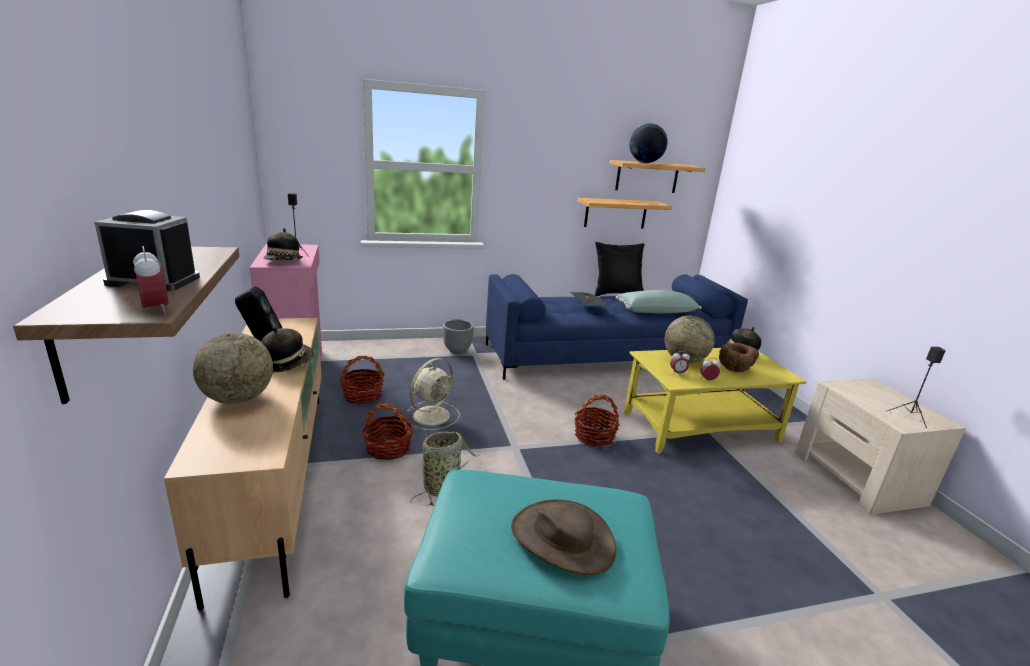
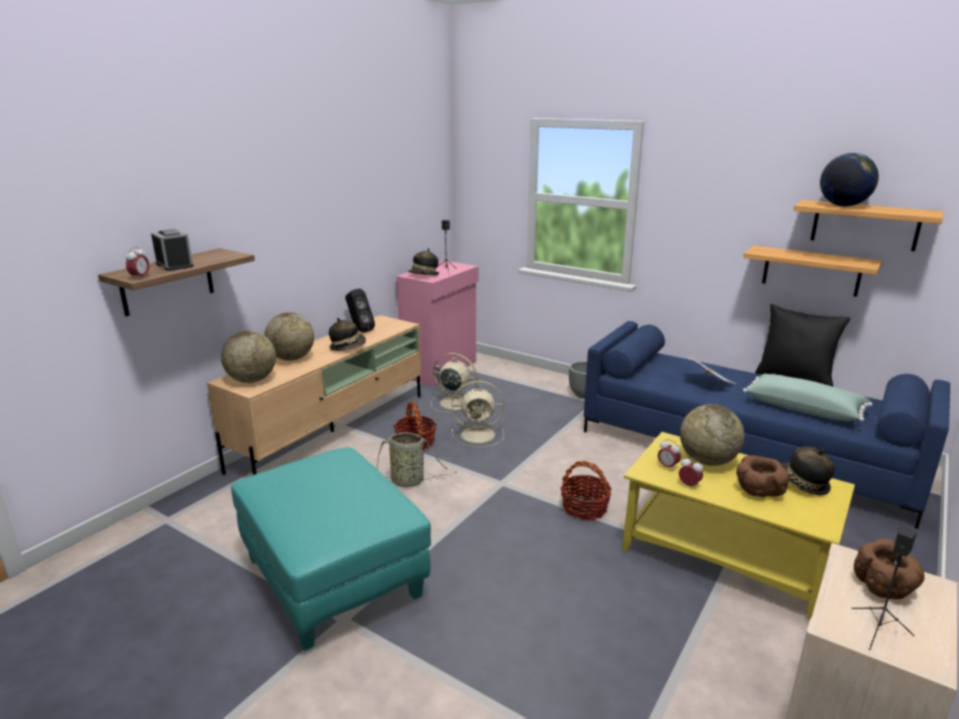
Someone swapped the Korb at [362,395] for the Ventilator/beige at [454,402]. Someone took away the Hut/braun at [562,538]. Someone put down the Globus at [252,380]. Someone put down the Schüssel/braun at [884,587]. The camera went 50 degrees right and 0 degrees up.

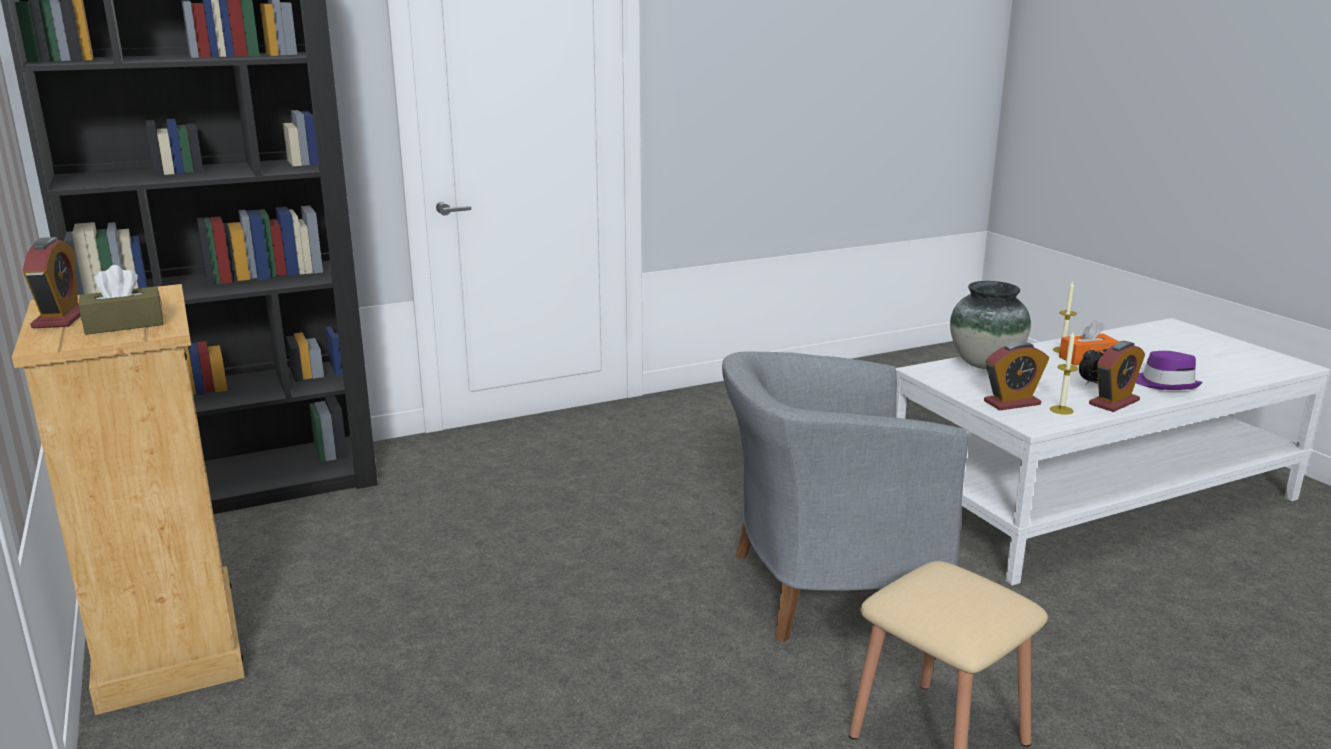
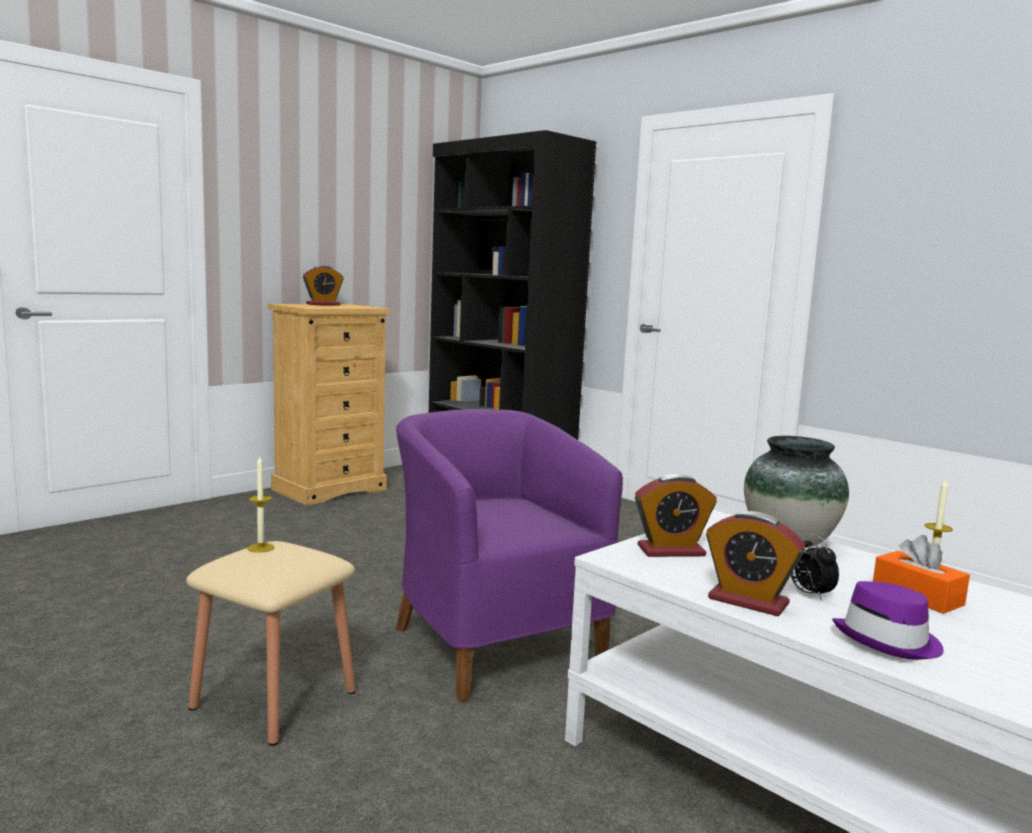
Someone took away the Taschentuchbox/braun at [124,324]. Someone carried the Kerze from [1061,410] to [261,548]. Someone rotated the Wecker at [1012,403] by 60 degrees counterclockwise. Someone repainted the Sessel/grau at [825,587], which became the Sessel/lila at [492,641]. The camera went 70 degrees right and 10 degrees down.

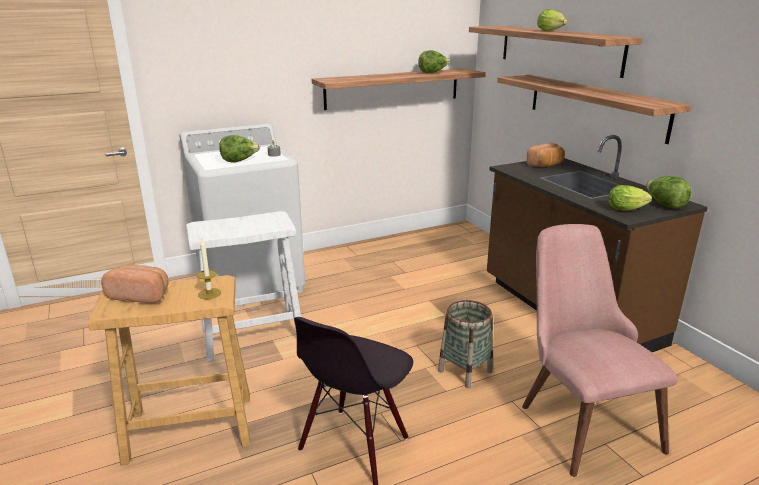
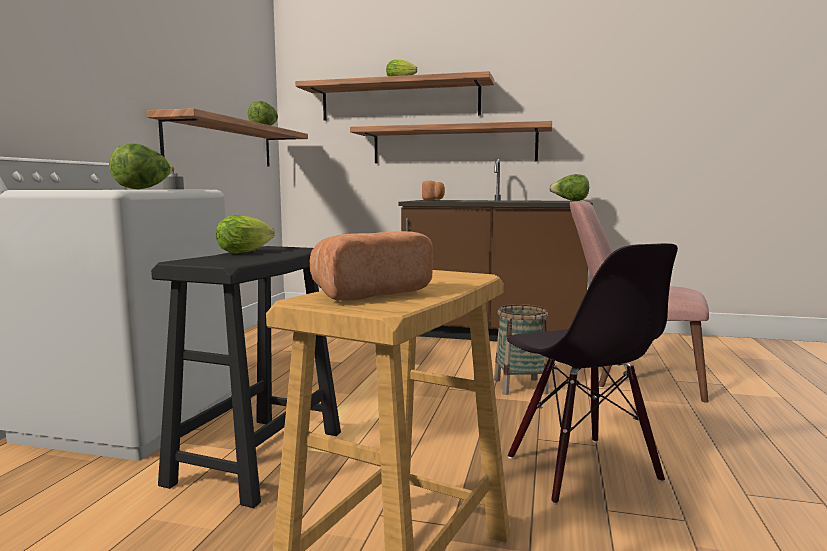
Someone carried the Salatkopf from [628,209] to [247,252]. Someone repainted the Hocker/weiß at [253,335], which became the Hocker/schwarz at [259,456]. Someone took away the Kerze at [209,293]. The camera went 50 degrees left and 15 degrees down.

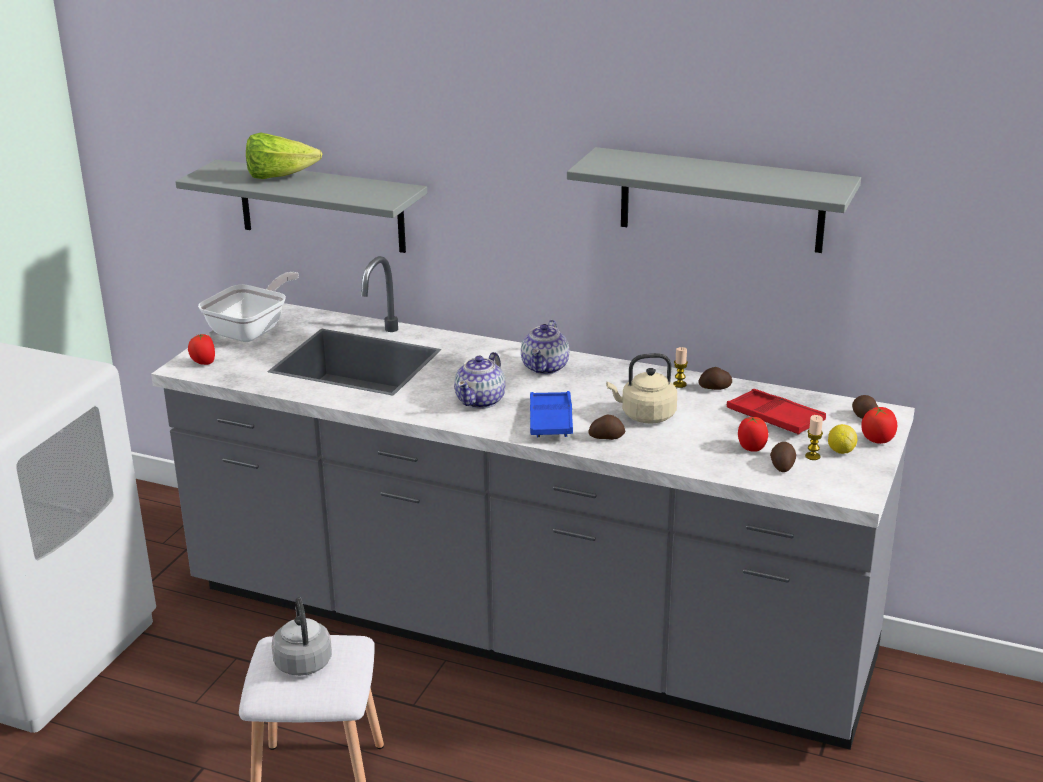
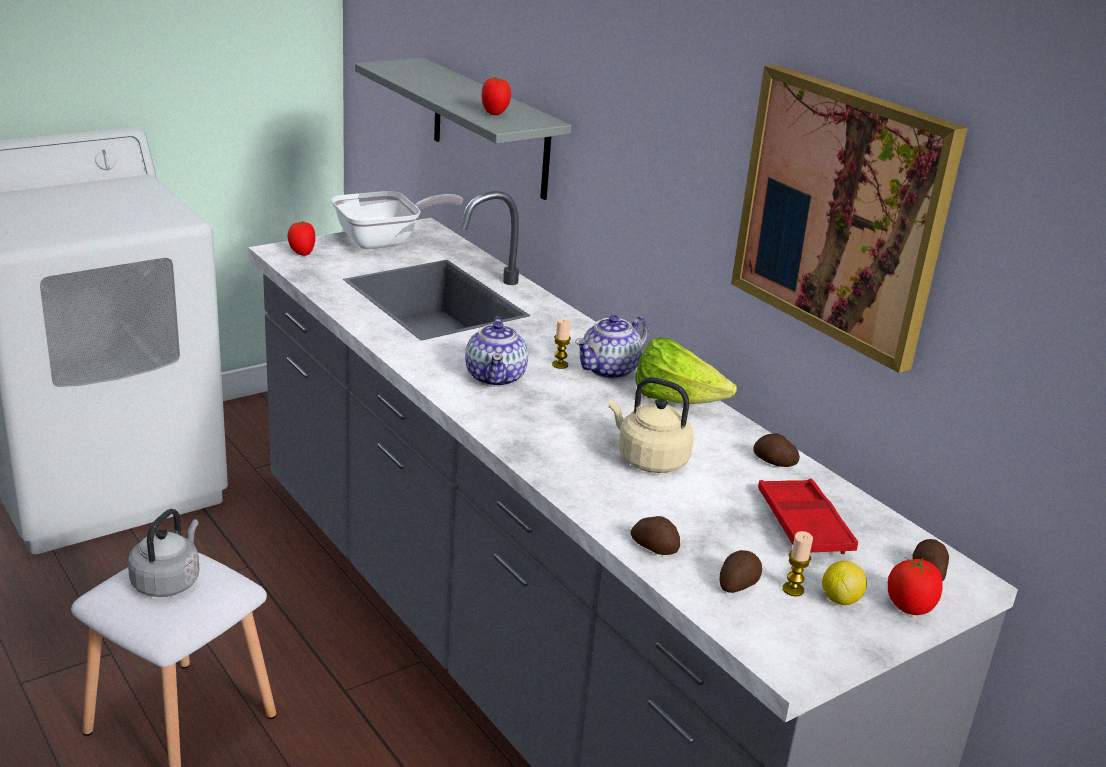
Someone carried the Salatkopf from [279,177] to [675,401]. Someone swapped the Wandregal/grau at [721,200] for the Bild at [842,213]. Someone carried the Kerze from [679,384] to [560,365]. Someone rotated the Teekanne at [481,401] by 60 degrees counterclockwise. Someone took away the Tablett/blau at [550,420]. Someone carried the Kartoffel from [606,437] to [654,547]. Someone carried the Tomate from [751,448] to [495,113]. The camera went 30 degrees right and 0 degrees up.

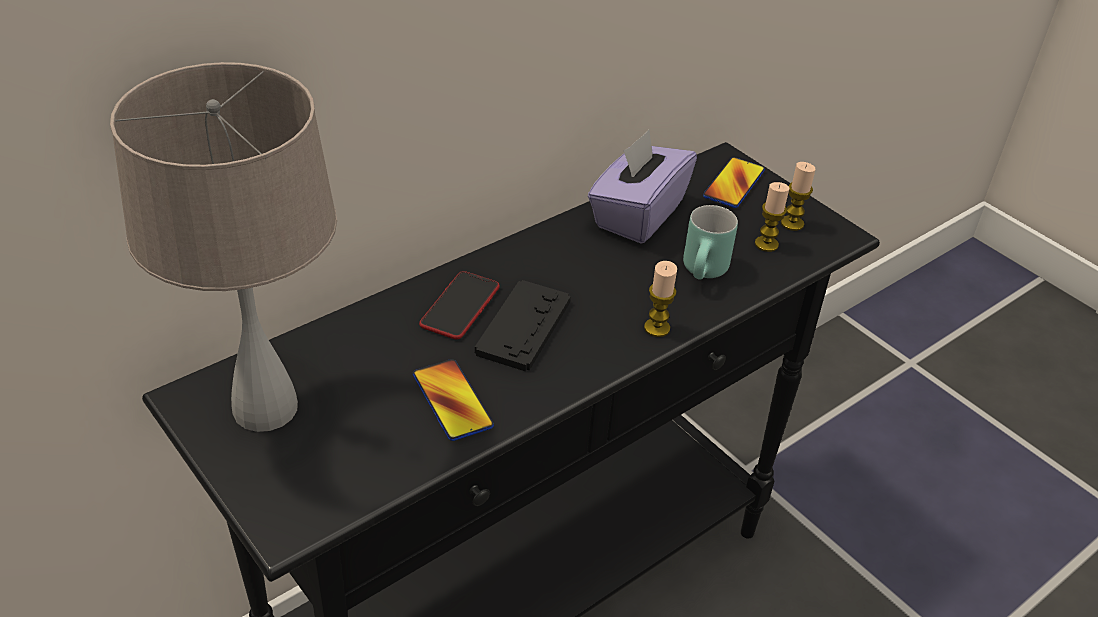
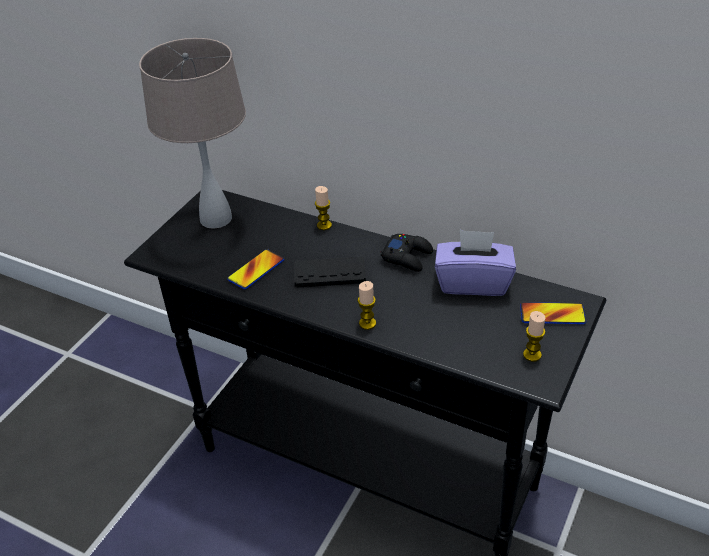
Someone carried the Kerze from [766,244] to [324,225]. Someone took away the Henkelbecher/türkis at [706,274]. Someone took away the Handy at [460,306]. Someone put down the Gamepad/schwarz at [407,257]. The camera went 70 degrees right and 0 degrees up.

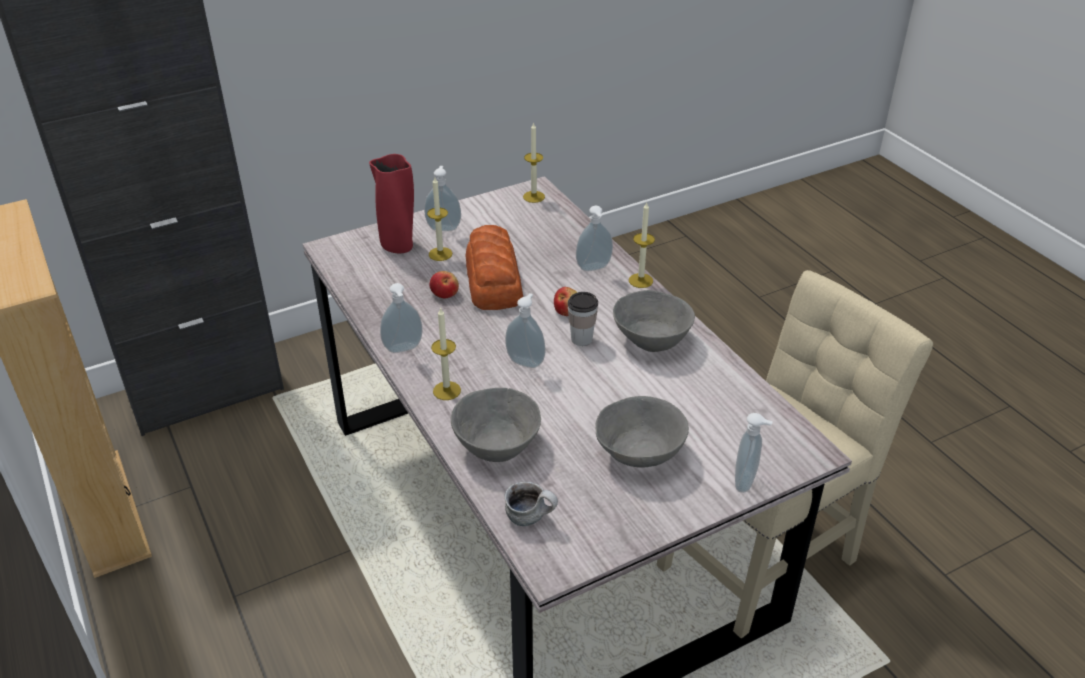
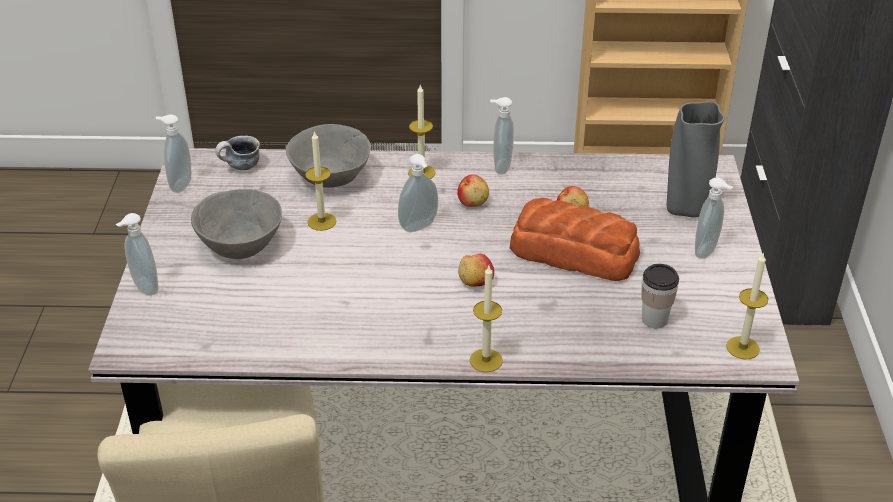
Someone repainted the Vase/rot at [399,246], which became the Vase/grau at [685,210]. Someone carried the Kerze from [440,254] to [321,221]. Someone carried the Seifenspender from [594,268] to [179,185]. Someone took away the Schüssel/grau at [652,339]. Someone carried the Tasse from [581,339] to [654,320]. Someone put down the Apfel at [473,202]. The camera went 120 degrees right and 0 degrees up.

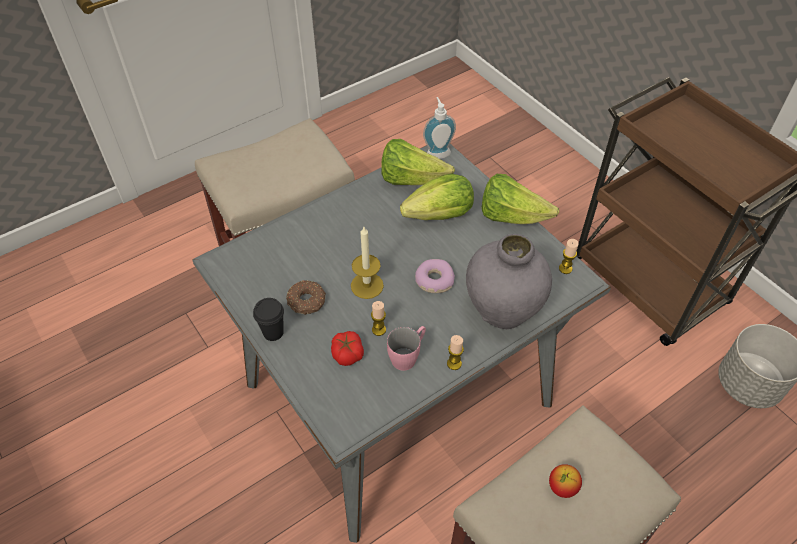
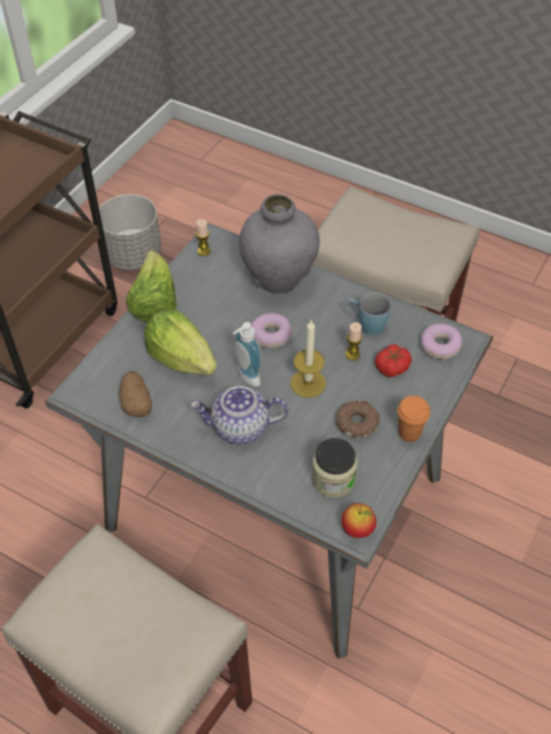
Someone carried the Seifenspender from [437,153] to [245,378]. Someone swapped the Salatkopf at [411,179] for the Kartoffel at [136,402]. Someone repainted the Tasse/schwarz at [273,332], which became the Tasse/orange at [409,433]. Someone repainted the Henkelbecher/rosa at [408,356], which became the Henkelbecher/blau at [366,325]. Someone took away the Kerze at [454,363]. Someone carried the Apfel from [562,487] to [357,529]. Someone put down the Donut at [440,346]. Someone put down the Teekanne at [240,428]. Someone put down the Vorratsglas at [333,480]. The camera went 115 degrees left and 0 degrees up.

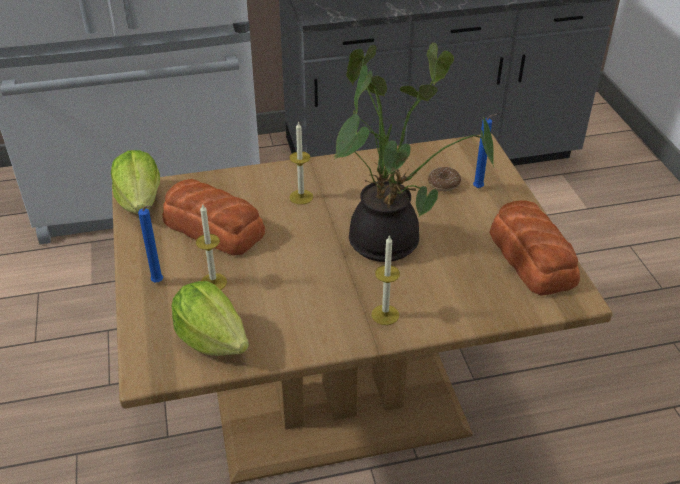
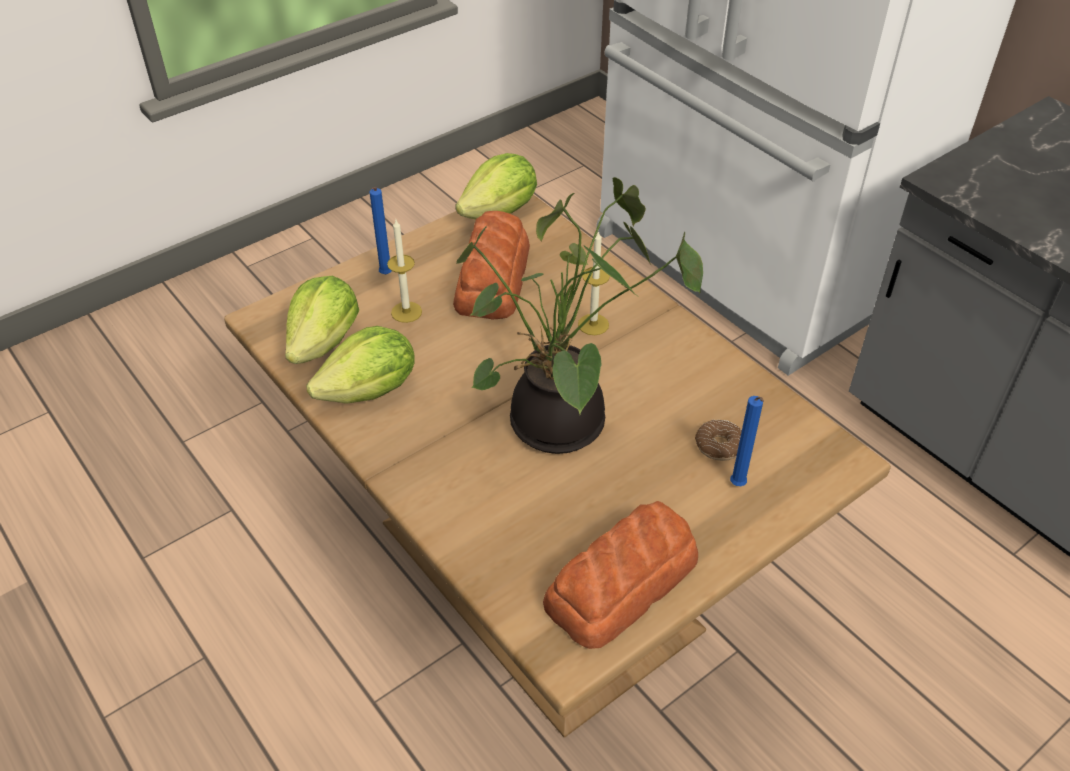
Someone took away the Kerze at [385,315]. Someone put down the Salatkopf at [371,391]. The camera went 65 degrees right and 5 degrees up.

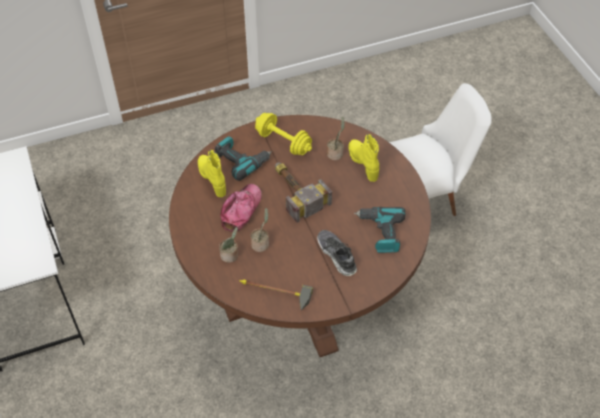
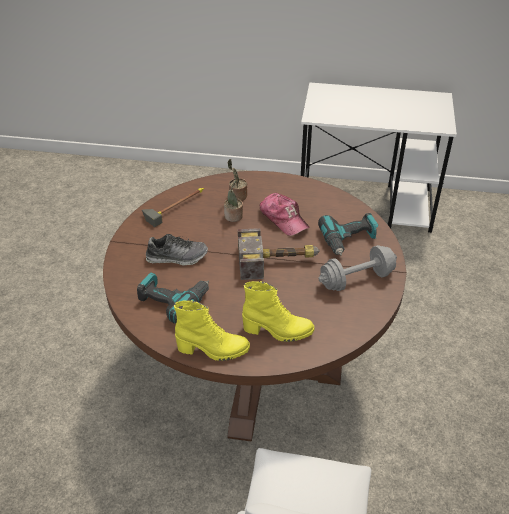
Someone repainted the Hantel/gelb at [283,142], which became the Hantel/grau at [356,279]. Someone took away the Topfpflanze at [335,153]. Someone carried the Stiefel/gelb from [213,178] to [213,350]. The camera went 120 degrees right and 10 degrees down.

